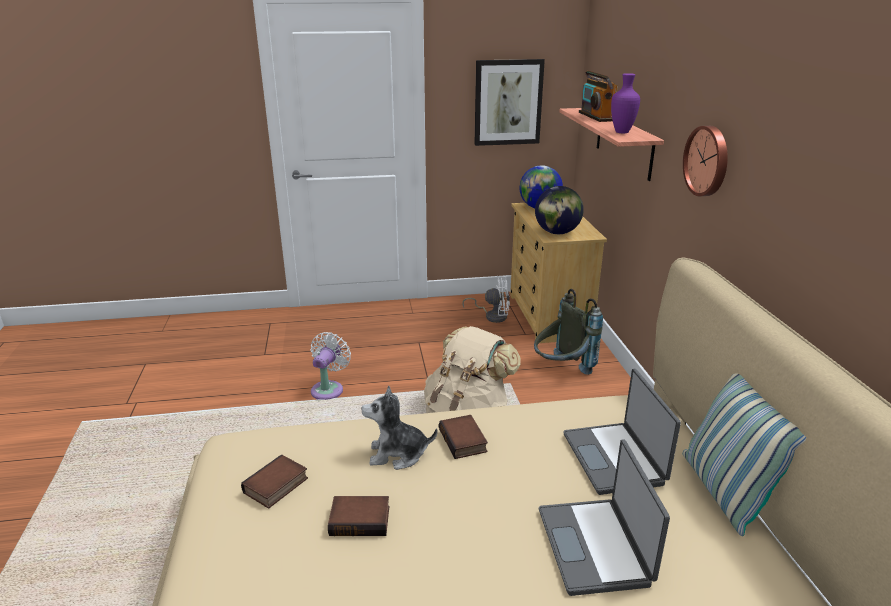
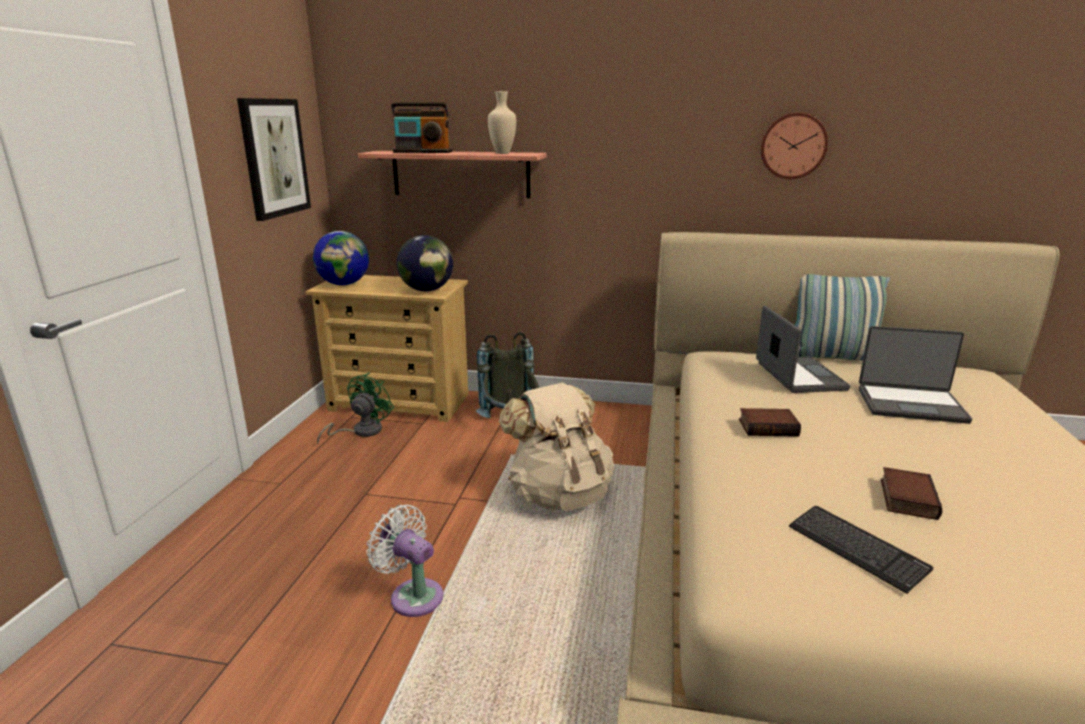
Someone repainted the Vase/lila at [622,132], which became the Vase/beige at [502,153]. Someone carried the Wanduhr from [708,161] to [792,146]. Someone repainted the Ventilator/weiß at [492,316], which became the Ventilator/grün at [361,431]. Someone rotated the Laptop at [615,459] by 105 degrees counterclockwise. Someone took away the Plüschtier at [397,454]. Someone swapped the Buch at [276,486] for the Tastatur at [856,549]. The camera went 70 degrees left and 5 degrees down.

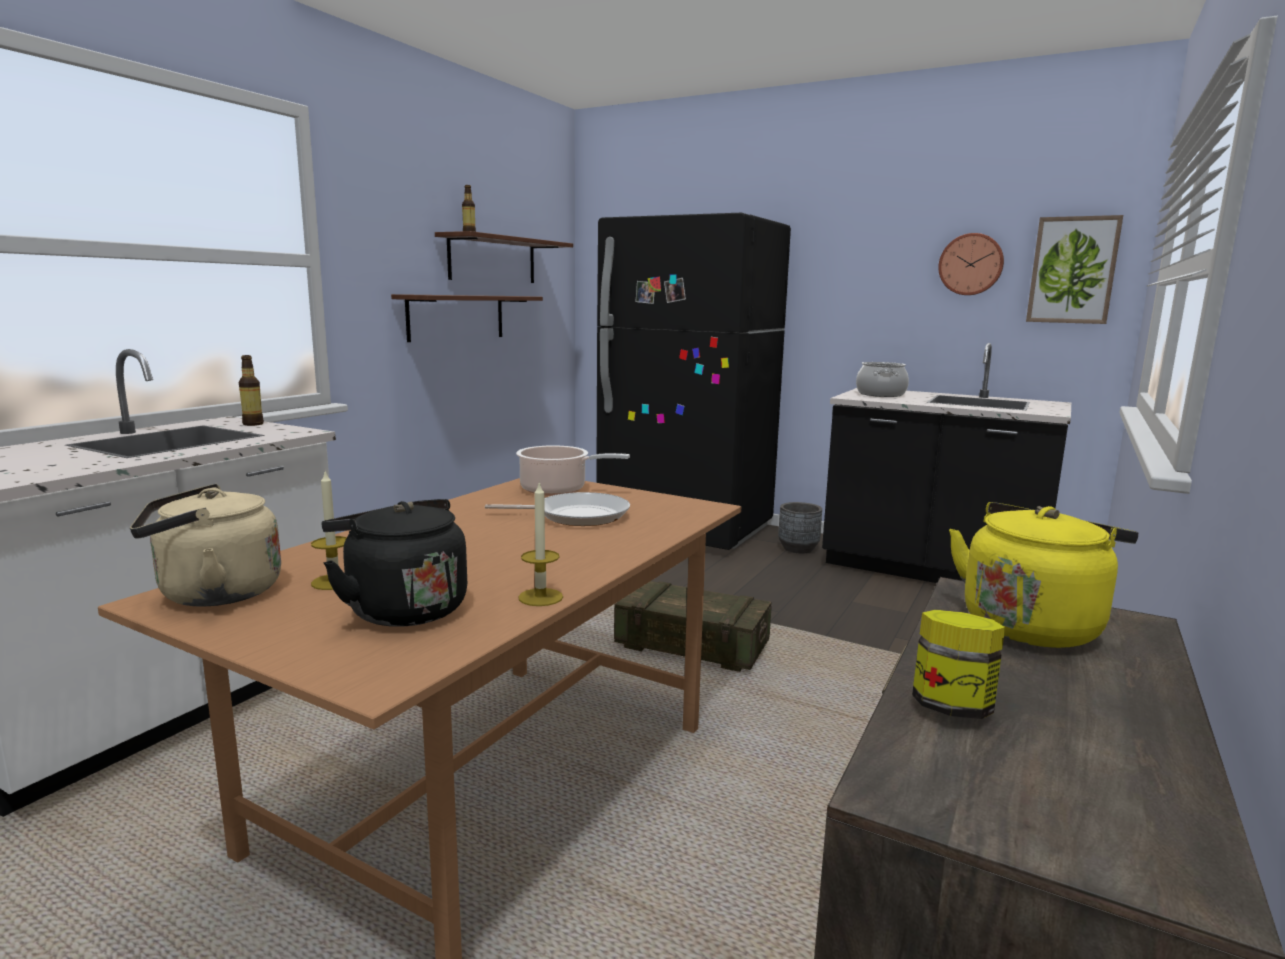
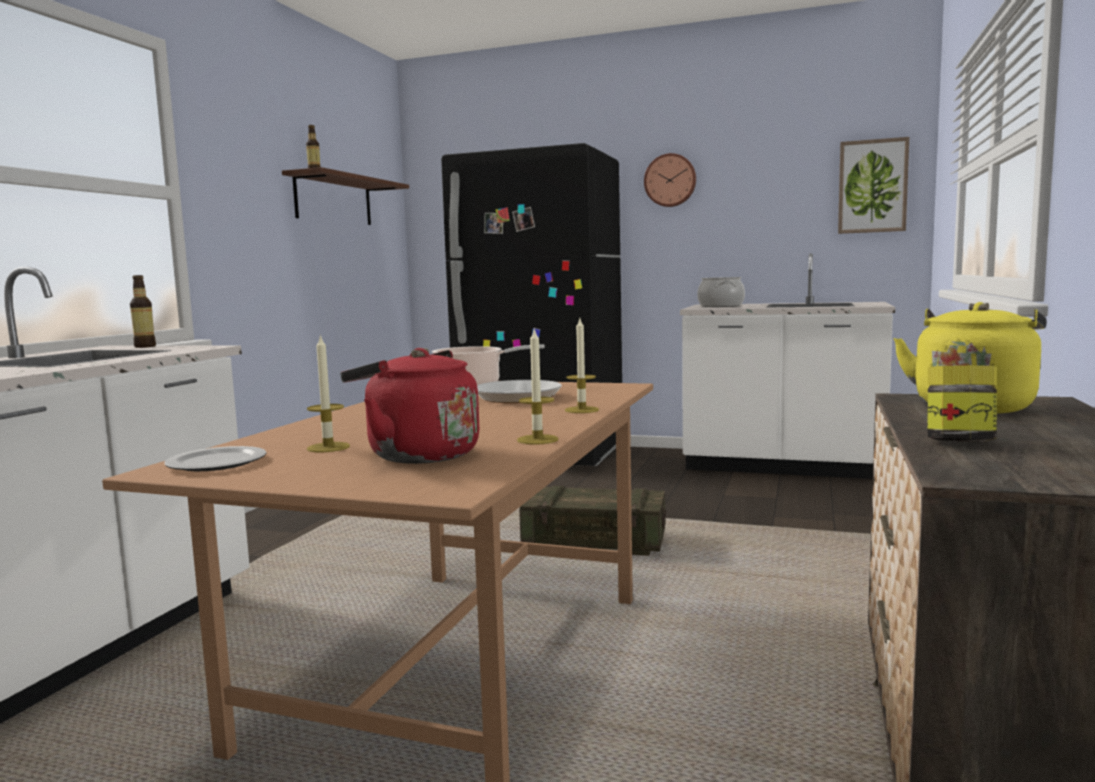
Someone carried the Wanduhr from [971,264] to [670,180]. Someone took away the Wandregal at [456,317]. Someone repainted the Küchenzeile/schwarz at [931,571], which became the Küchenzeile/weiß at [782,466]. Someone swapped the Wasserkessel/beige at [213,594] for the Teller at [215,463]. Someone repainted the Wasserkessel/schwarz at [402,609], which became the Wasserkessel/rot at [417,455]. Someone took away the Pflanzkübel/grau at [798,549]. Someone put down the Kerze at [581,410]. The camera went 10 degrees left and 5 degrees down.

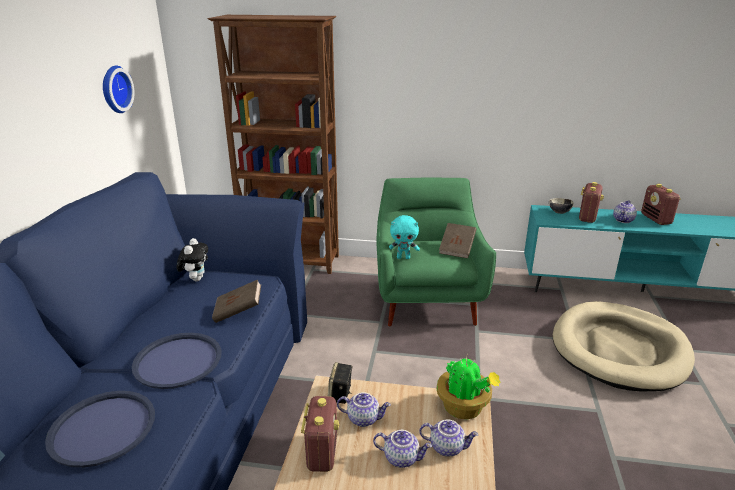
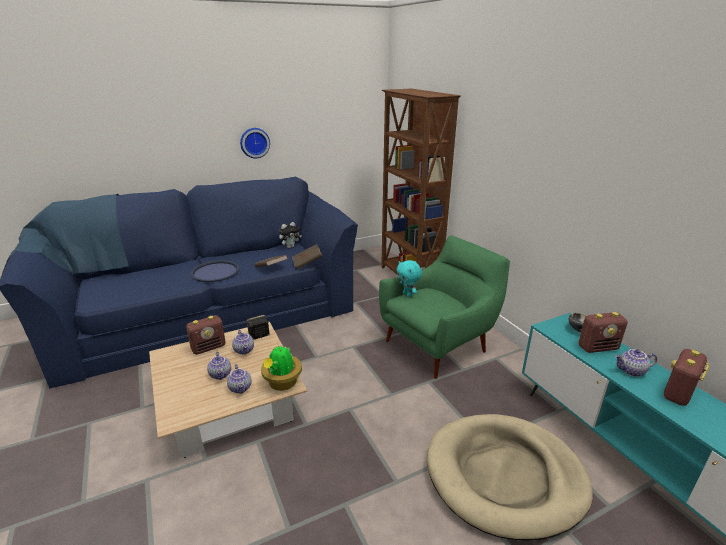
Someone carried the Wanduhr from [114,89] to [254,142]. Someone carried the Buch/braun from [457,249] to [307,263]. Someone took away the Tablett/blau at [102,428]. The camera went 55 degrees right and 0 degrees up.

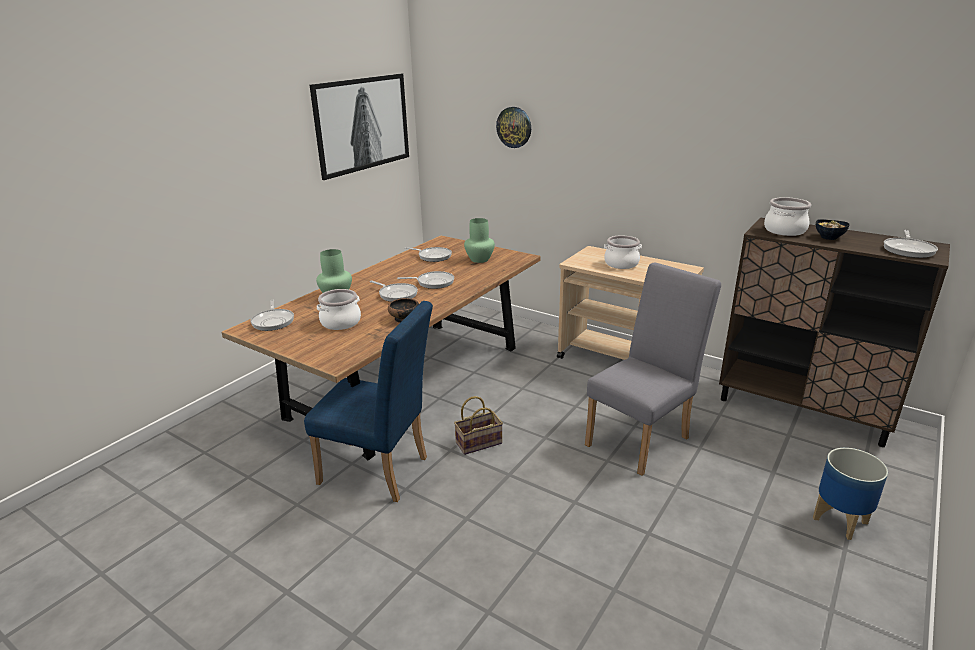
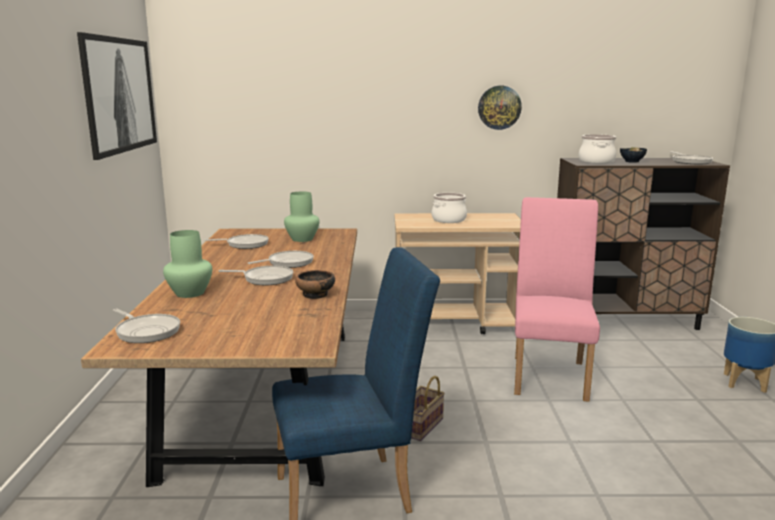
Someone carried the Wanduhr from [514,127] to [499,107]. Someone repainted the Stuhl/grau at [642,438], which became the Stuhl/rosa at [550,374]. Someone took away the Kochtopf at [340,322]. The camera went 35 degrees left and 10 degrees down.

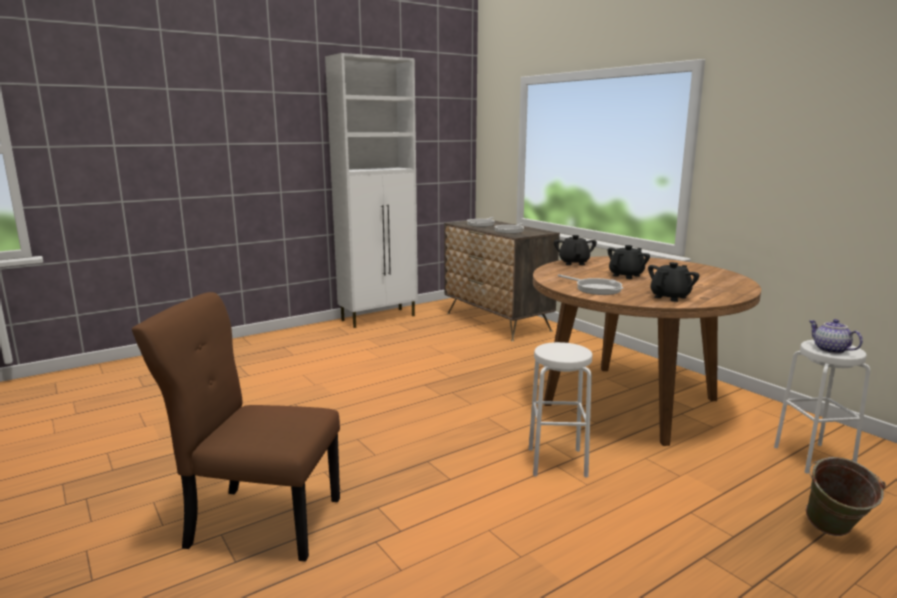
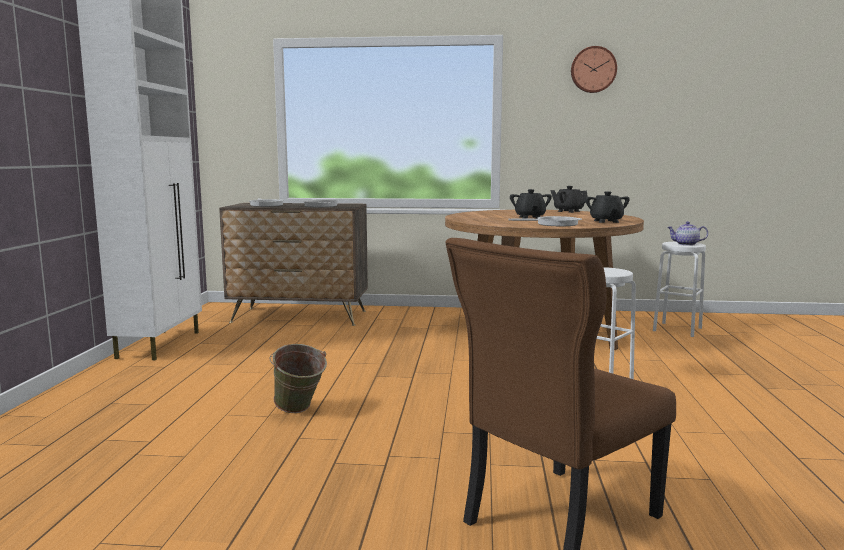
Someone carried the Teekanne/schwarz from [574,263] to [568,211]. Someone carried the Eimer/grün from [833,534] to [298,411]. Someone put up the Wanduhr at [593,70]. The camera went 50 degrees left and 5 degrees down.

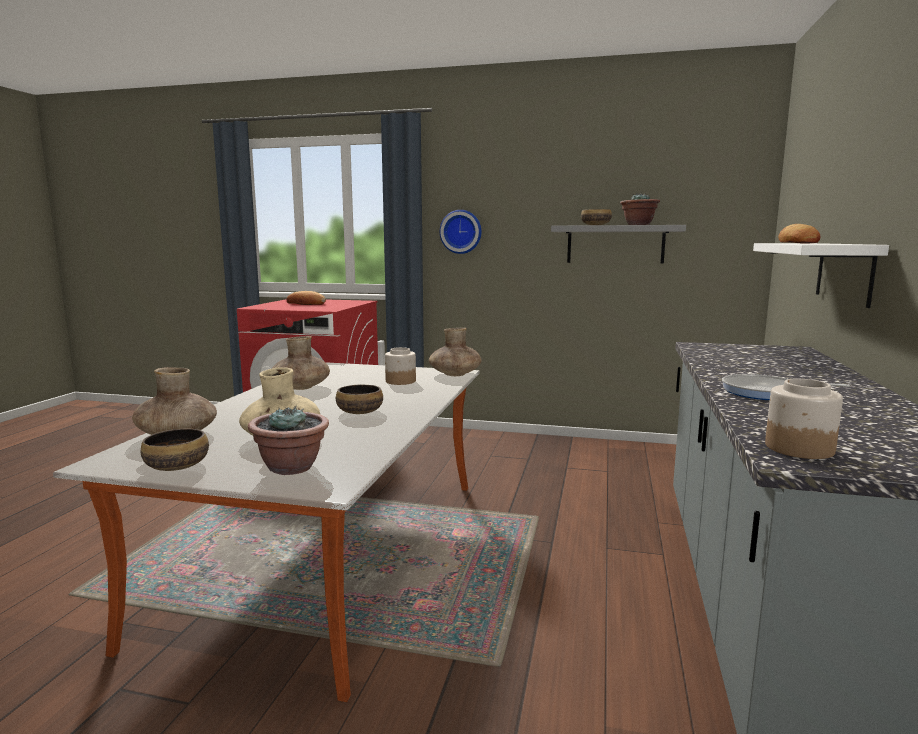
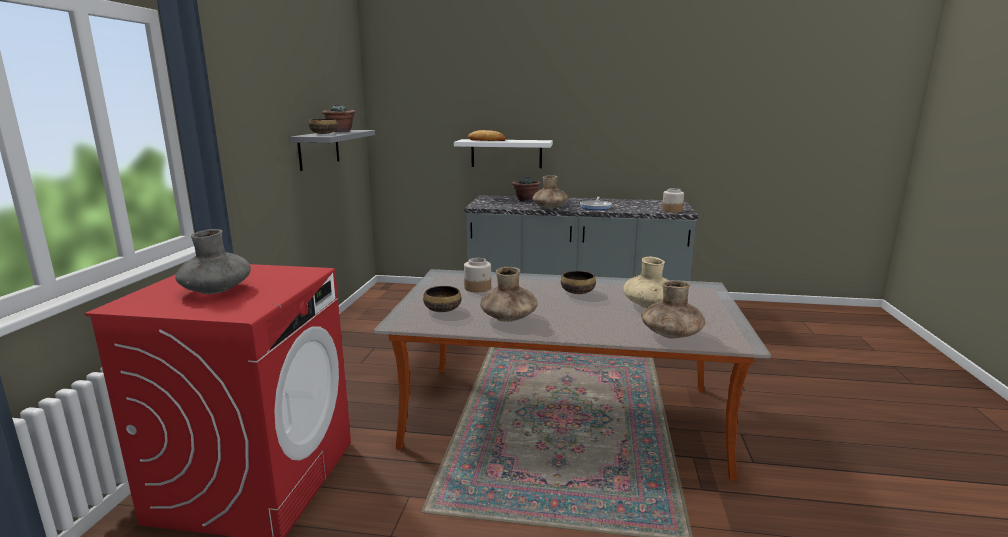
Someone took away the Wanduhr at [461,231]. Someone swapped the Brot at [306,303] for the Vase/grau at [216,290]. Someone carried the Vase/braun from [455,374] to [549,207]. Someone carried the Topfpflanze from [291,467] to [525,200]. Someone carried the Schüssel from [177,466] to [443,309]. The camera went 95 degrees left and 5 degrees up.

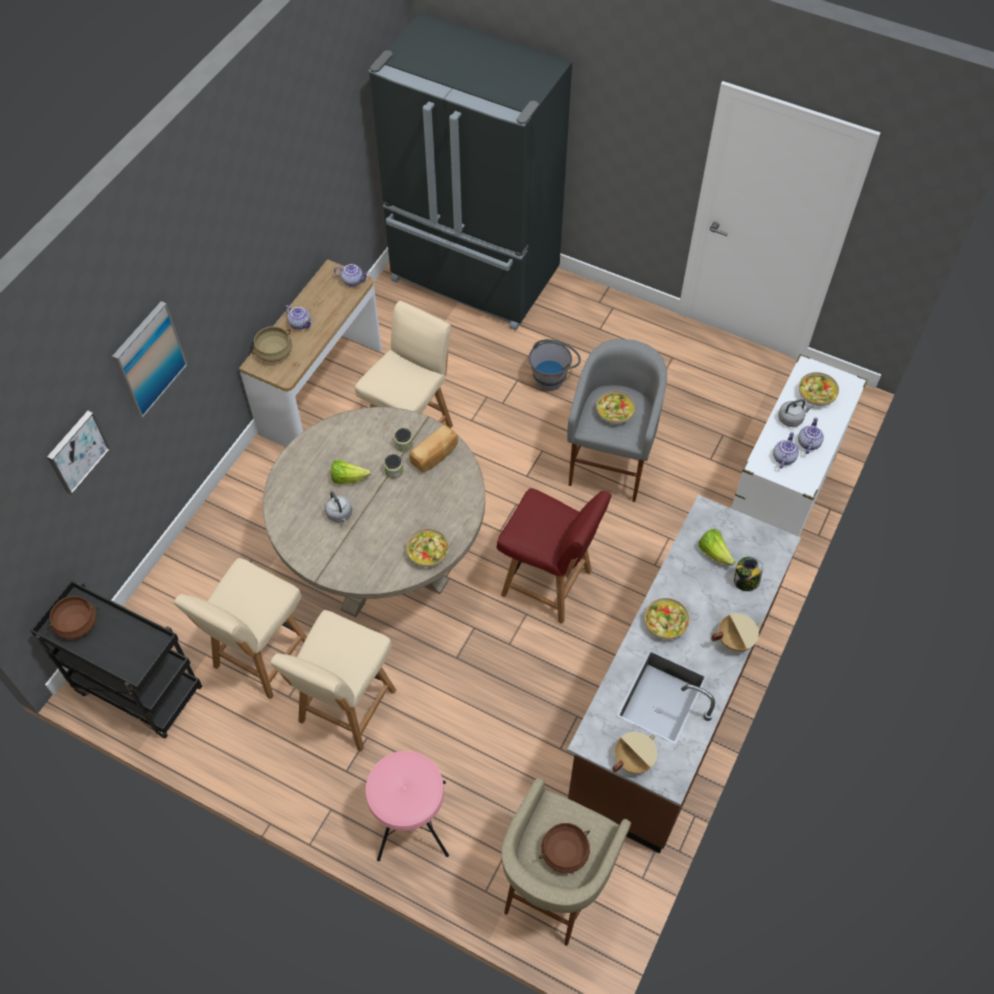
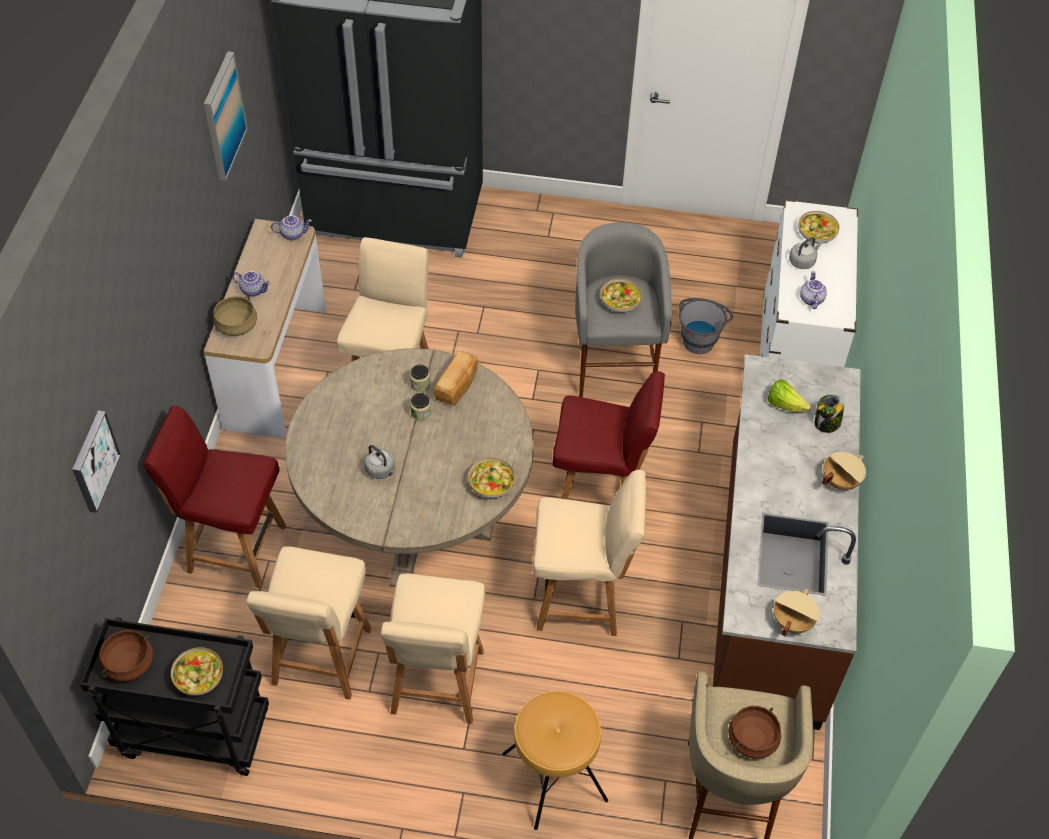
Someone carried the Bild from [148,359] to [223,116]. Someone carried the Eimer/grau from [553,376] to [700,337]. Someone took away the Teekanne at [808,443]. Someone took away the Salatkopf at [348,478]. Someone carried the Schüssel from [665,623] to [199,677]. Someone repainted the Hocker/rosa at [411,820], which became the Hocker/braun at [553,777]. Someone put down the Stuhl/rot at [234,547]. Someone put down the Stuhl/beige at [581,599]. The camera went 20 degrees left and 5 degrees down.

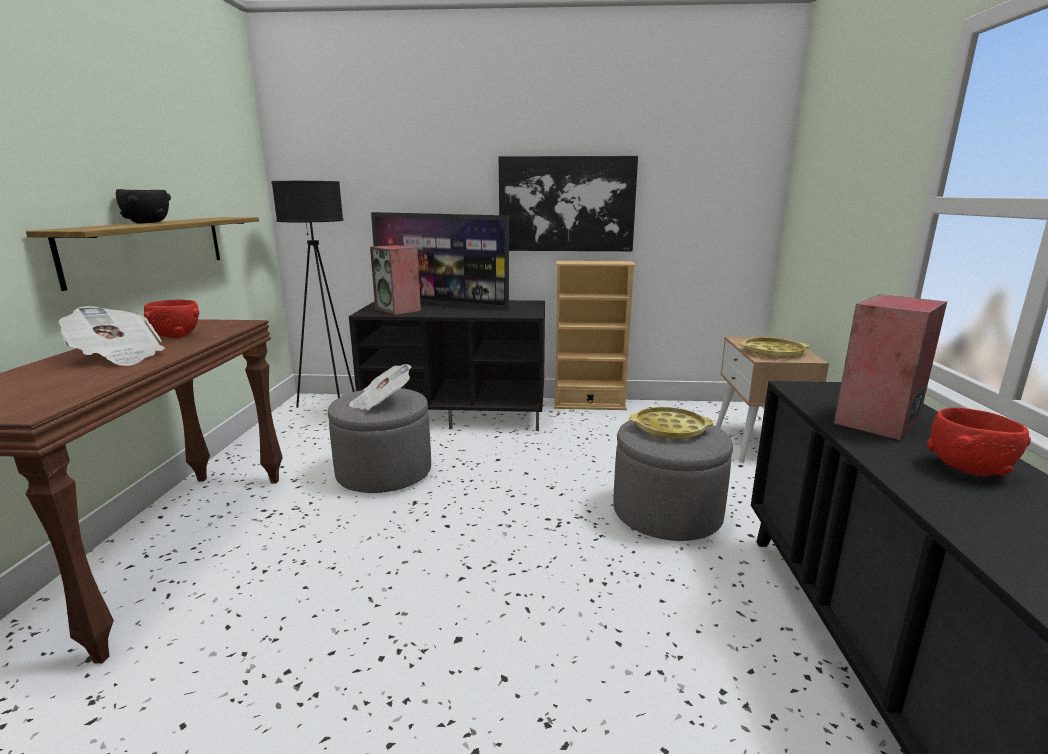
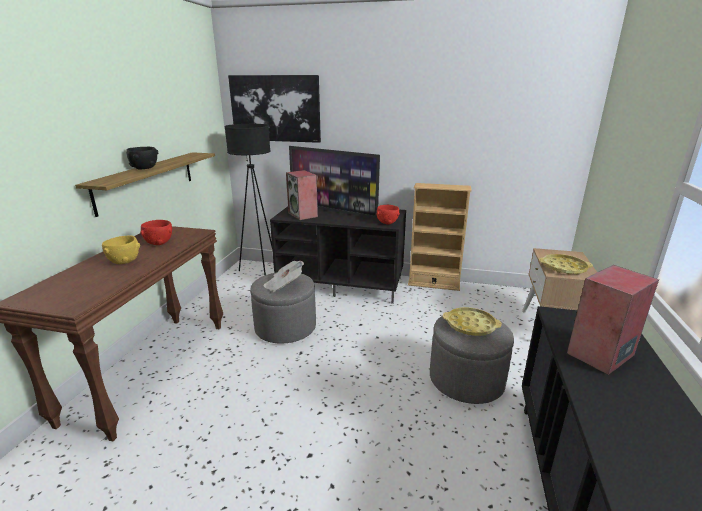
Someone carried the Bild from [566,204] to [275,108]. Someone swapped the Zeitung at [118,357] for the Schüssel/gelb at [124,261]. Someone carried the Schüssel/rot from [967,469] to [387,223]. The camera went 10 degrees right and 5 degrees up.

